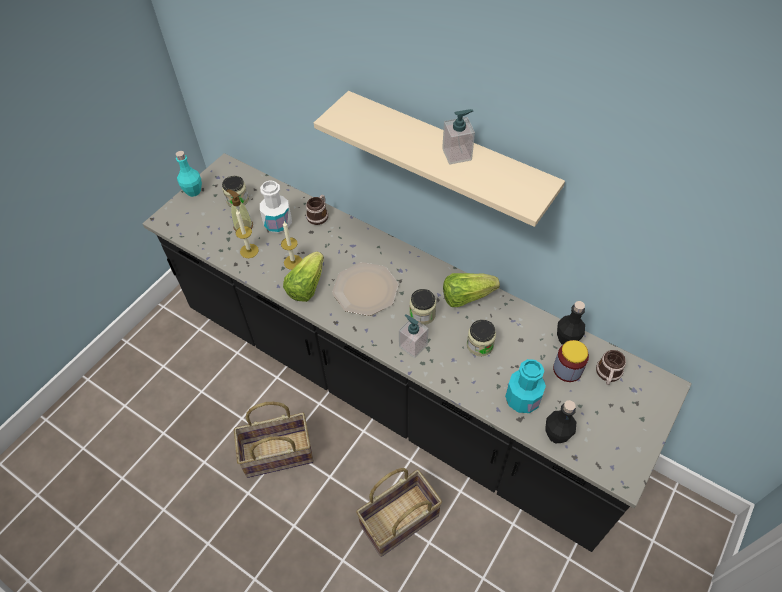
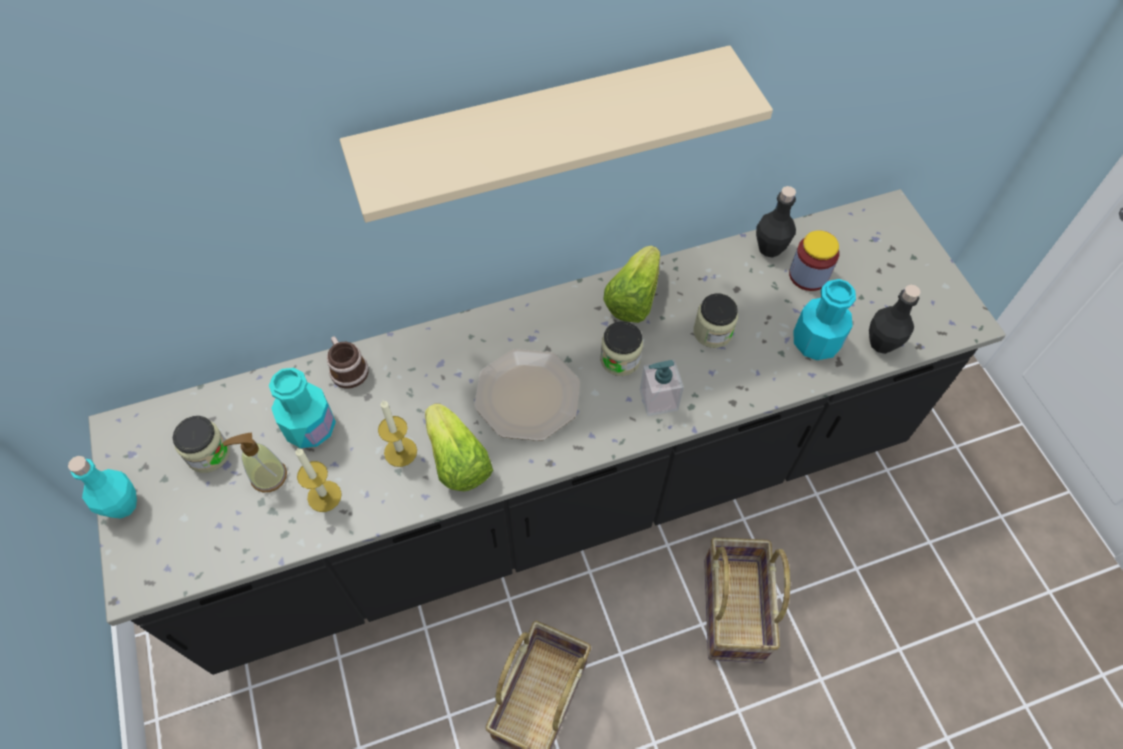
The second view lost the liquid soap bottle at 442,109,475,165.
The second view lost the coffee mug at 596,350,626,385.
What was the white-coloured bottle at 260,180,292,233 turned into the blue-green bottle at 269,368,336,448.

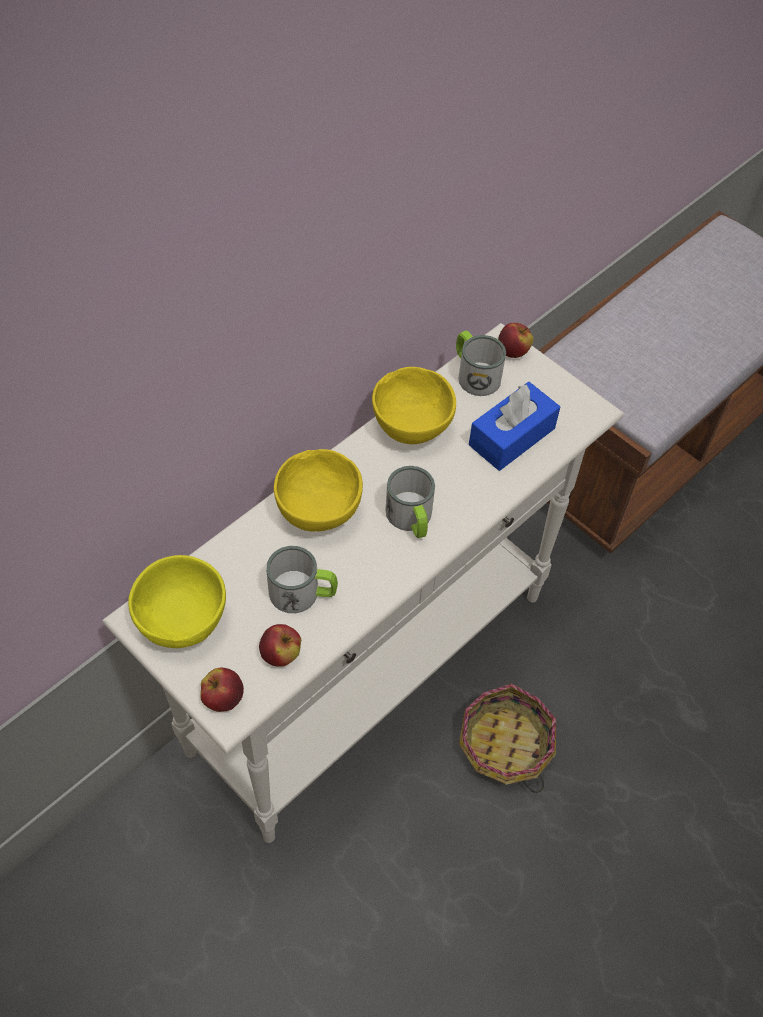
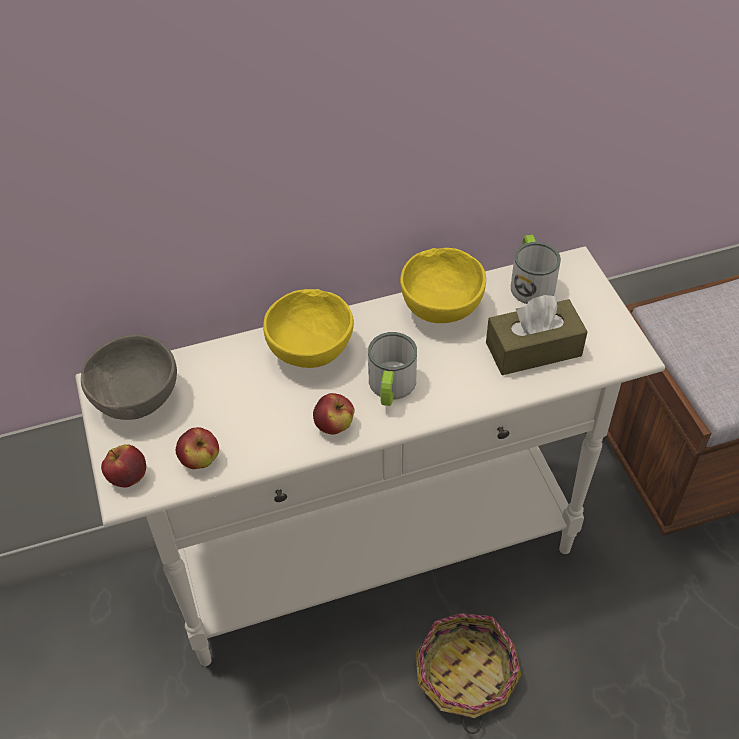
The second view lost the coffee mug at 266,546,338,613.
The apple fruit ended up elsewhere, having gone from 498,323,533,358 to 313,393,355,435.
What was the yellow serving bowl at 128,555,226,648 turned into the grey serving bowl at 81,334,177,420.
What was the bluish box of tissues at 469,382,560,471 turned into the brown box of tissues at 486,295,588,375.

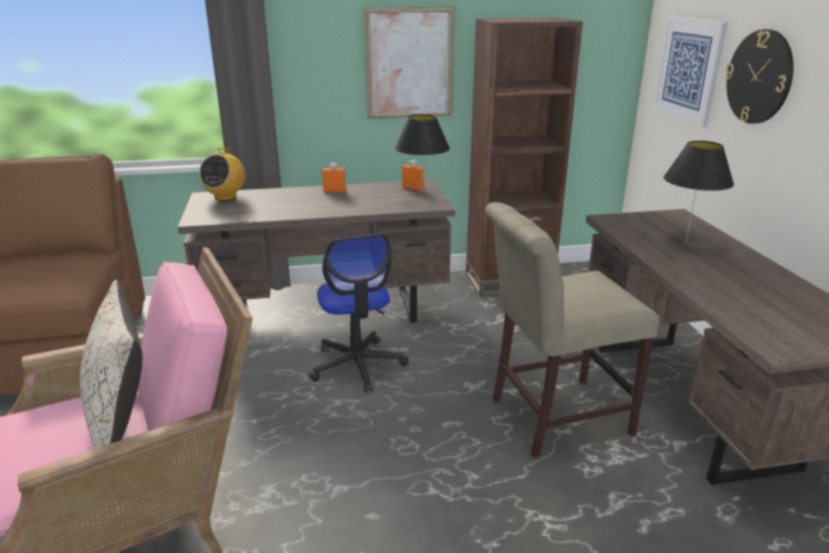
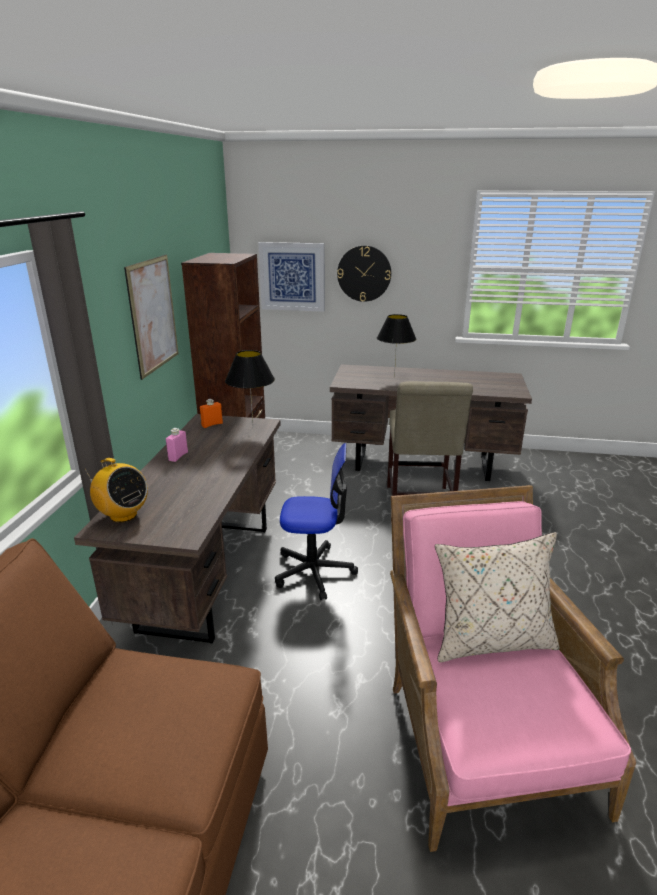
What was the orangey bottle at 322,163,346,193 turned into the pink bottle at 166,428,188,462.

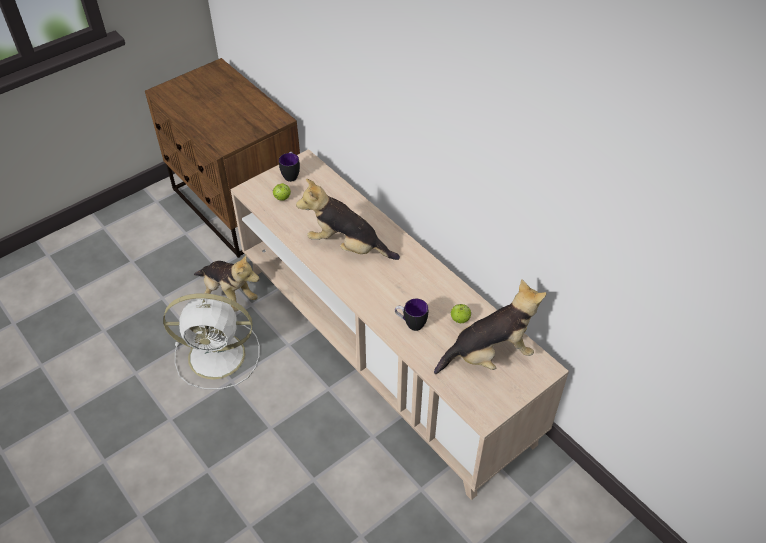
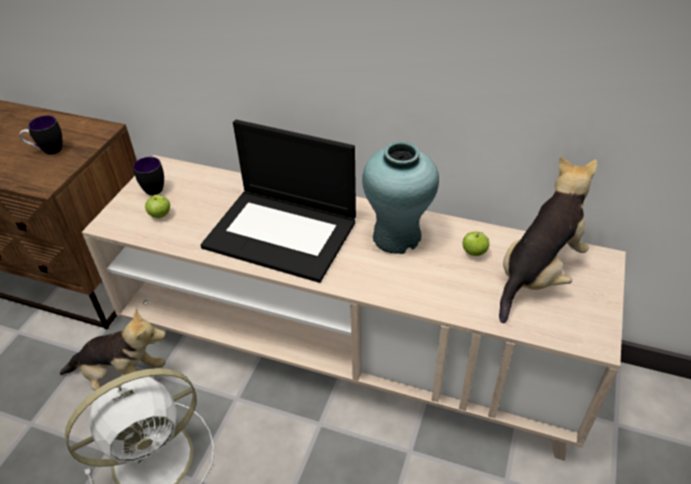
The second view gained the blue-green vase at 362,141,439,254.
The coffee mug ended up elsewhere, having gone from 395,299,428,331 to 19,116,63,155.
Where the soft toy stood at 296,179,400,260, the laptop came to stand at 201,120,356,283.

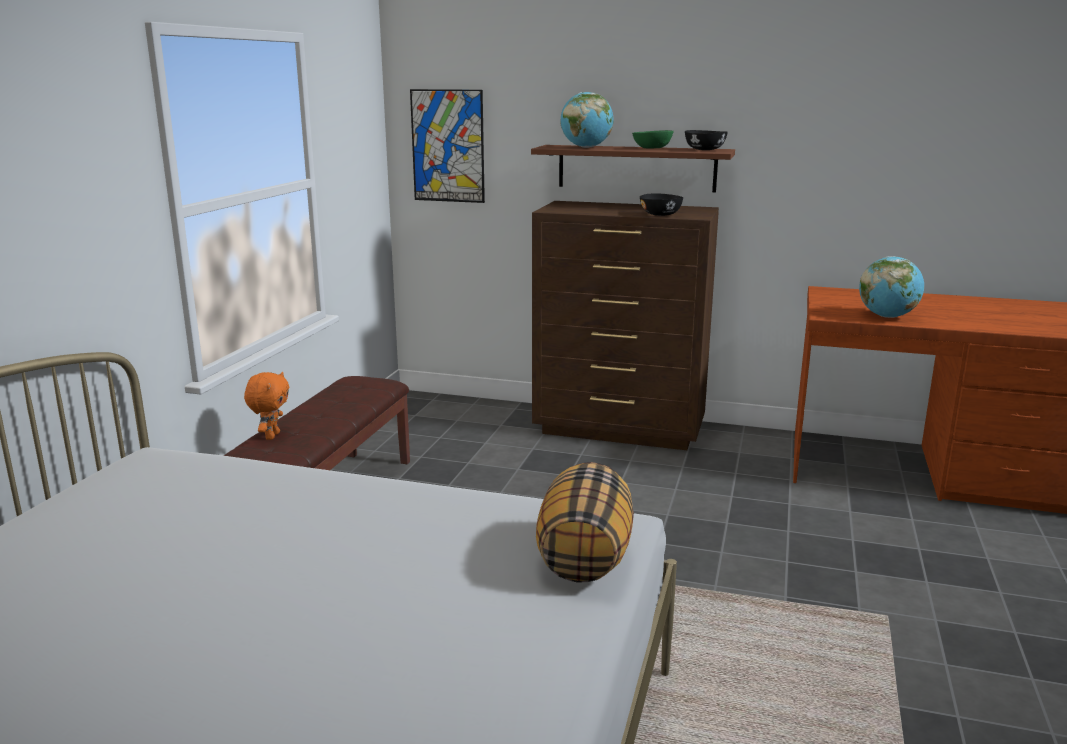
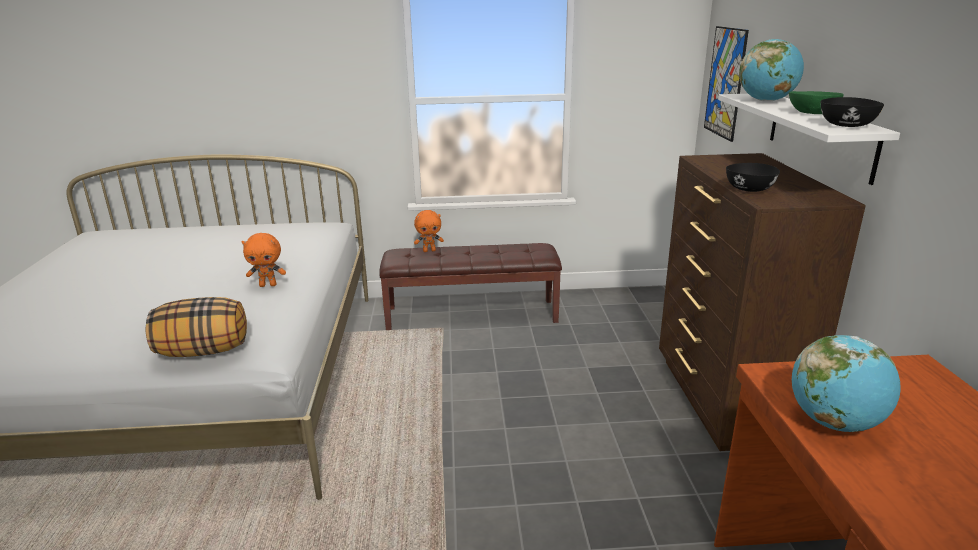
The second view gained the orangey soft toy at 242,233,286,287.
What was the brown bracket shelf at 531,145,735,192 turned into the white-coloured bracket shelf at 718,94,900,185.

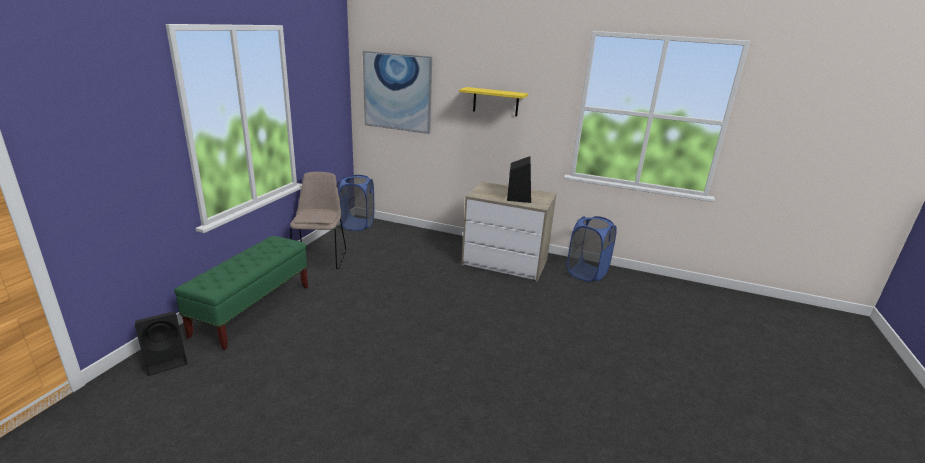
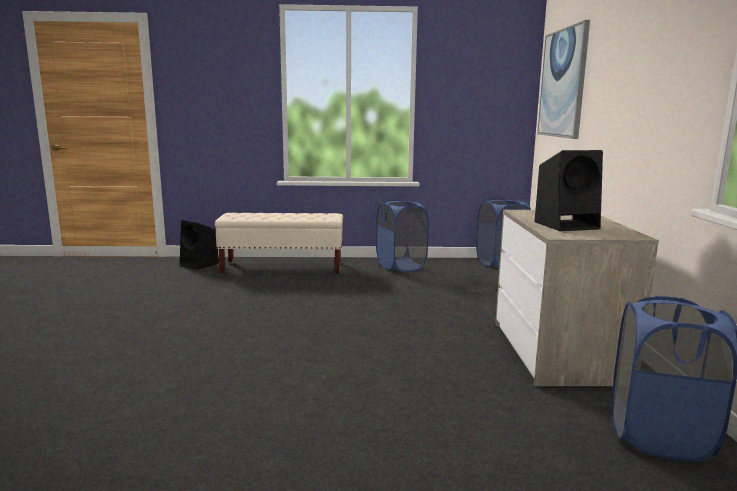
The second view lost the yellow bracket shelf at 459,87,528,116.
Where the beige-coloured upright chair stood at 290,172,346,269, the bluish laundry basket came to stand at 376,199,429,272.
What was the green-coloured long seat at 174,236,308,350 turned into the beige-coloured long seat at 215,213,343,274.

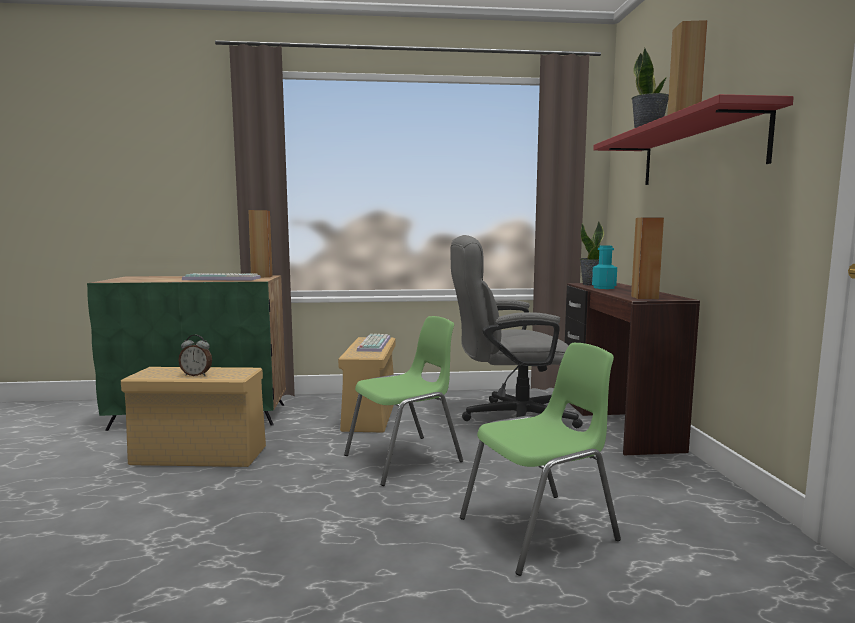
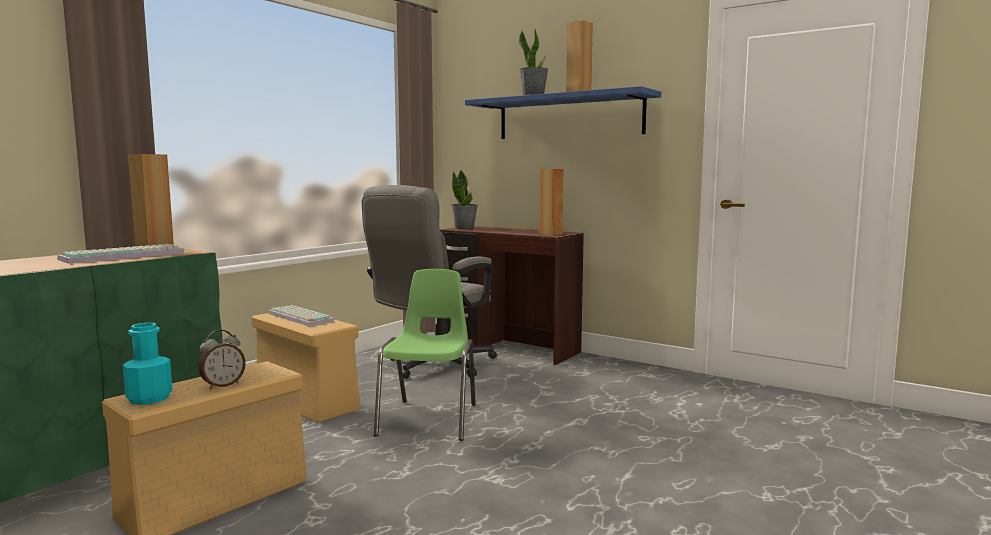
The second view lost the green-coloured upright chair at 460,343,621,576.
The blue-green bottle ended up elsewhere, having gone from 592,246,617,289 to 123,323,173,405.
What was the reddish bracket shelf at 593,94,794,185 turned into the bluish bracket shelf at 465,86,661,139.

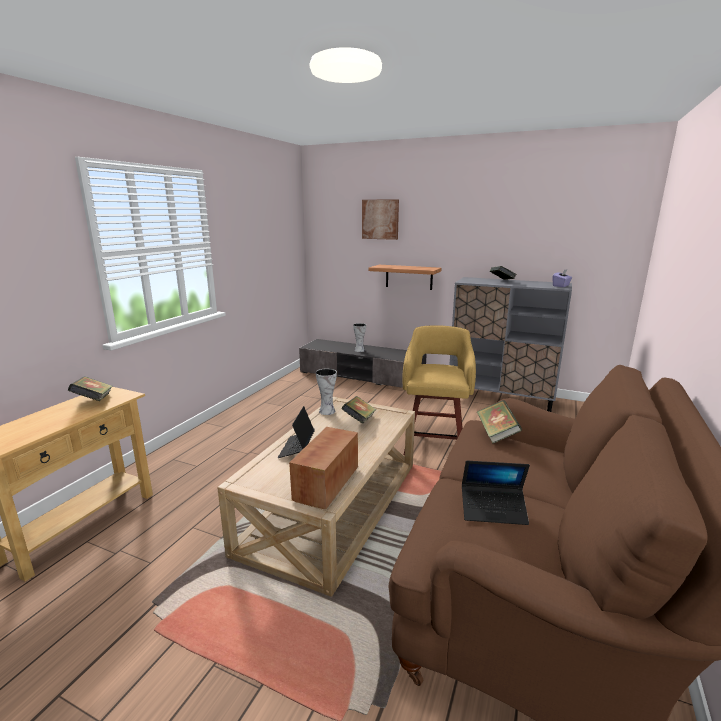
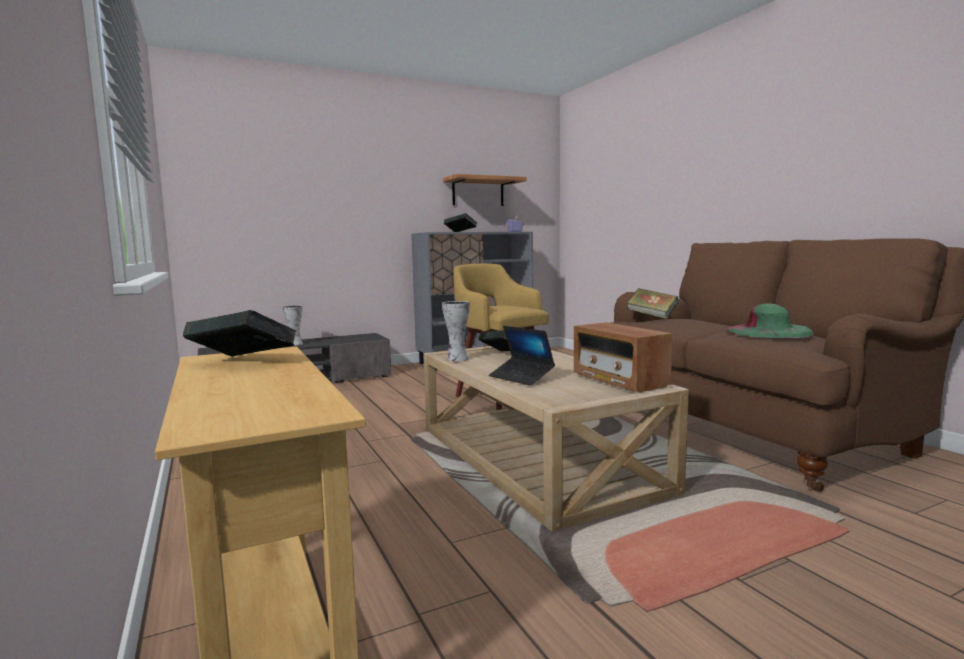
The second view lost the wall art at 362,199,399,240.
The bracket shelf ended up elsewhere, having gone from 369,265,442,290 to 443,174,527,206.
Where the laptop stood at 462,461,530,525, the green-coloured wearable hat came to stand at 726,303,814,338.

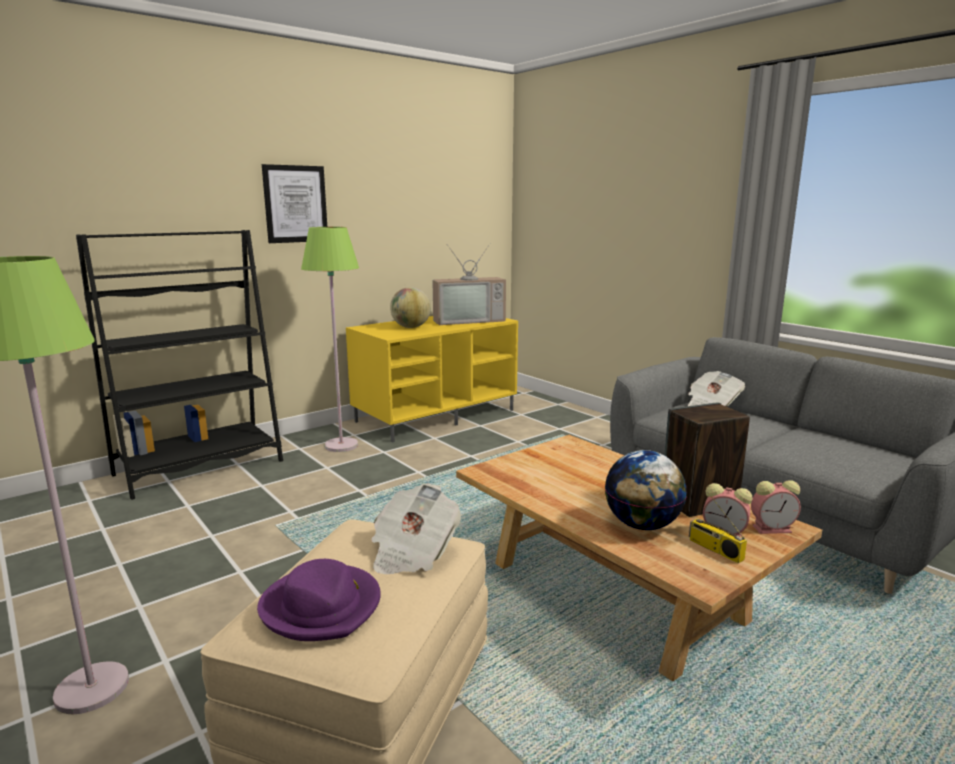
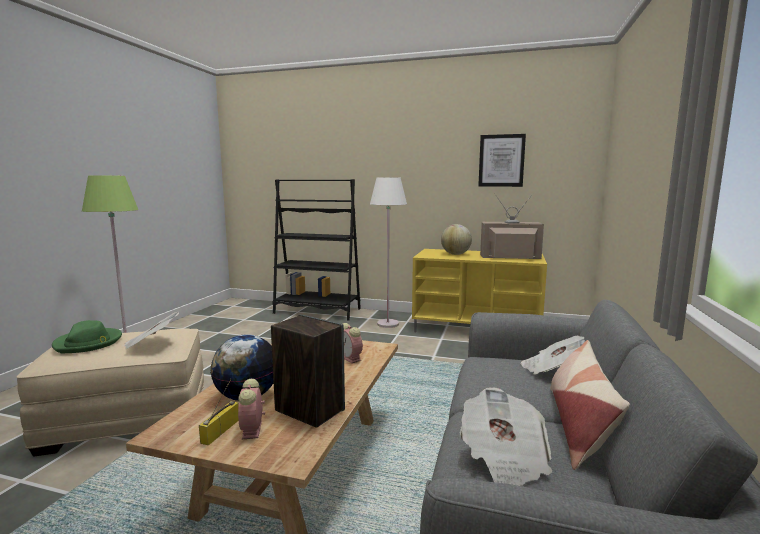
The second view gained the newspaper at 460,387,552,486.
The second view gained the pillow at 550,340,630,470.
The wall art ended up elsewhere, having gone from 262,164,327,243 to 478,134,526,187.
The table clock ended up elsewhere, having gone from 751,480,801,534 to 343,323,363,363.
What was the purplish wearable hat at 257,559,381,641 turned into the green-coloured wearable hat at 52,320,122,353.
What was the green-coloured floor lamp at 301,227,359,452 turned into the white-coloured floor lamp at 370,177,407,328.
The TV set at 432,243,506,325 ended up facing another way, 150 degrees clockwise from before.

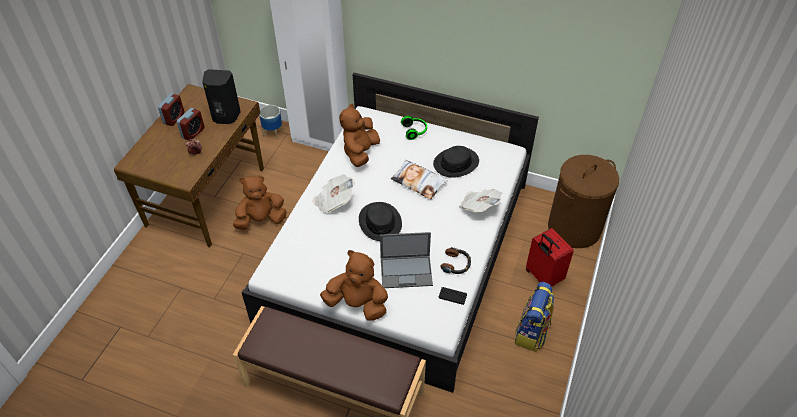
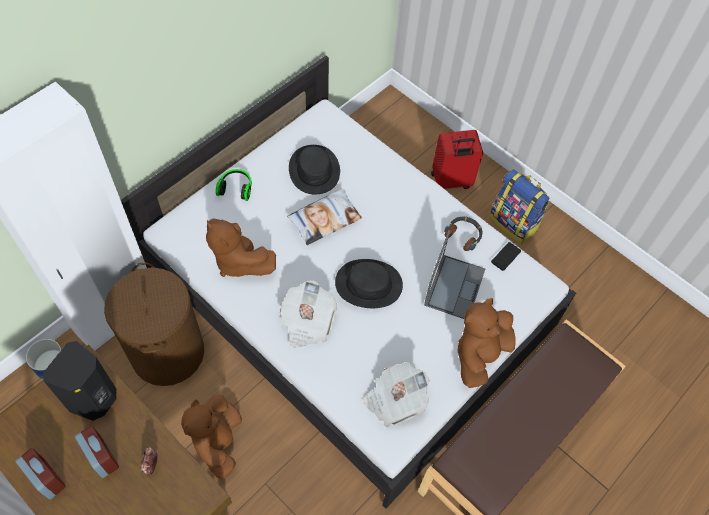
The newspaper ended up elsewhere, having gone from 459,189,502,212 to 363,362,430,427.
The brown laundry basket ended up elsewhere, having gone from 548,155,619,248 to 104,262,204,386.

